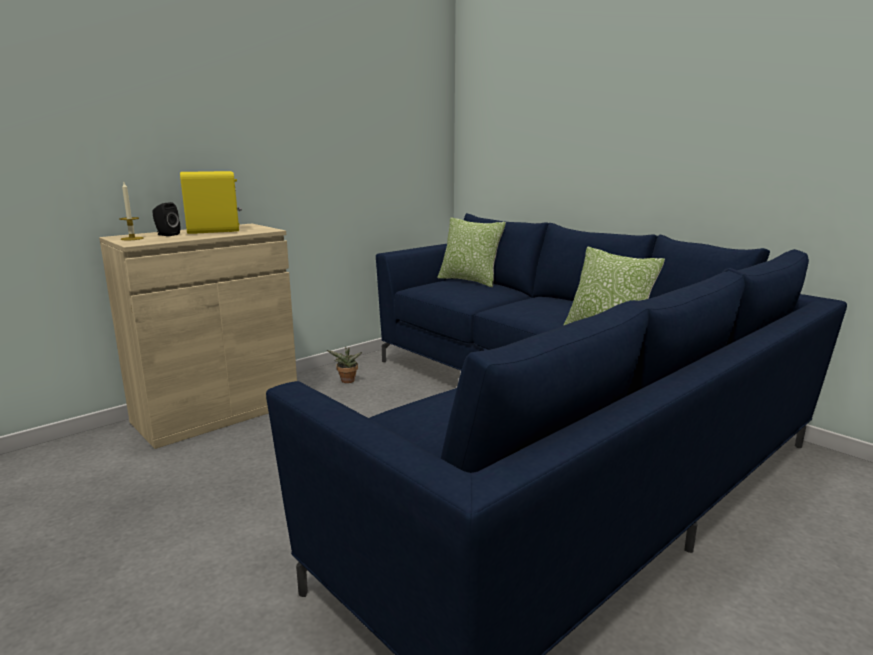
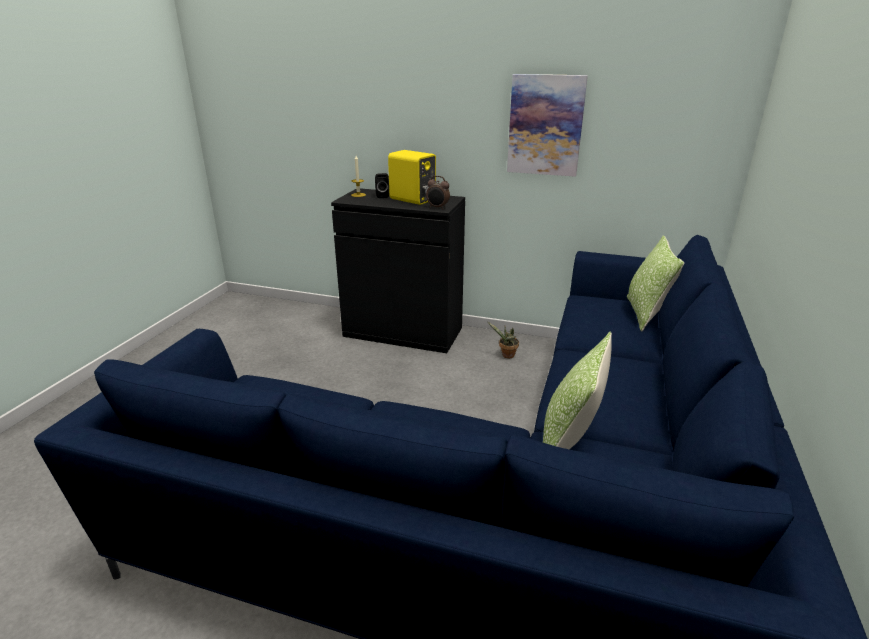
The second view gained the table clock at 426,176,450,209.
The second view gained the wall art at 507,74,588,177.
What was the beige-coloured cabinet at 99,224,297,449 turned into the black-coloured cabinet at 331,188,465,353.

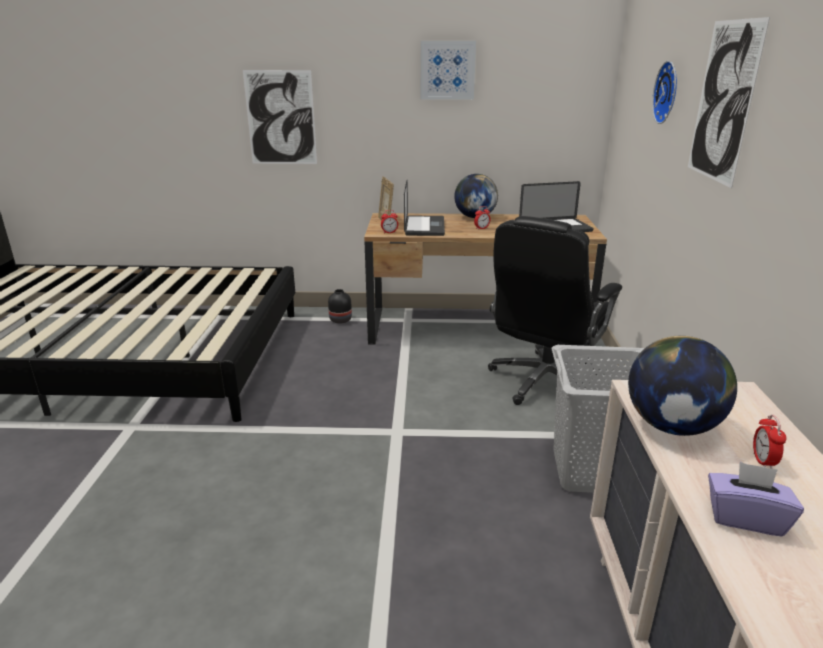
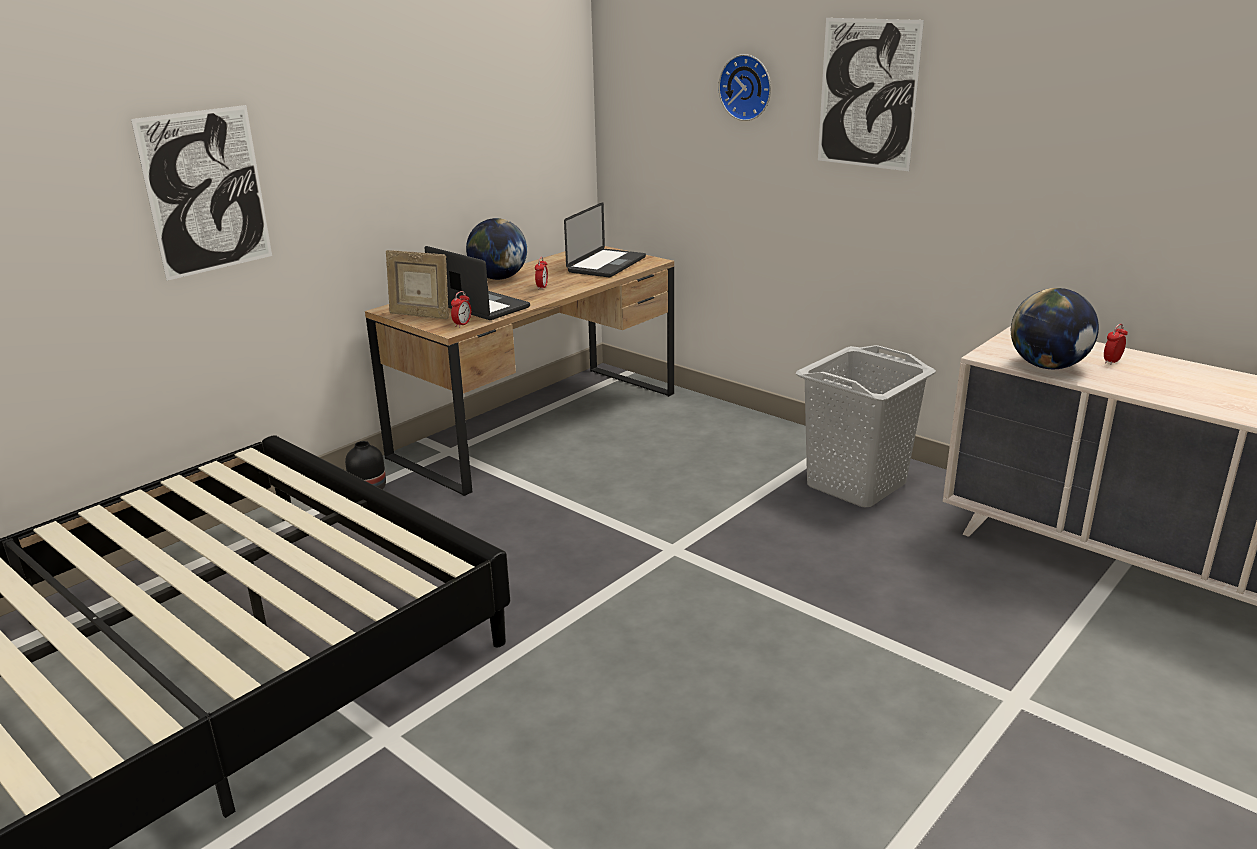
The second view lost the wall art at 421,41,476,100.
The second view lost the black-coloured desk chair at 488,216,622,405.
The second view lost the purplish box of tissues at 708,462,804,536.
The table clock at 753,415,786,469 ended up facing another way, 90 degrees clockwise from before.

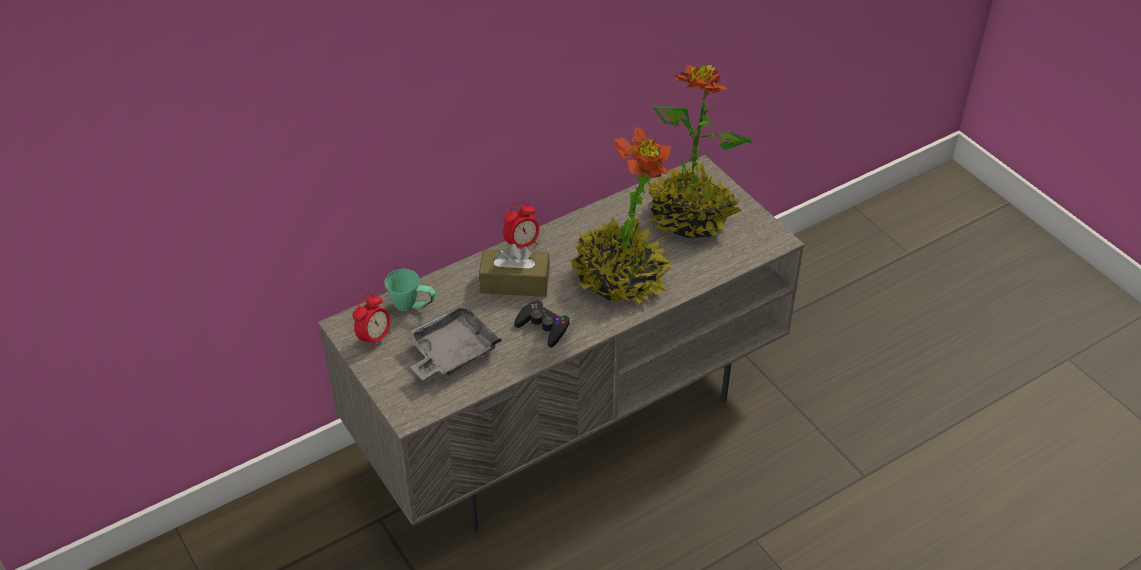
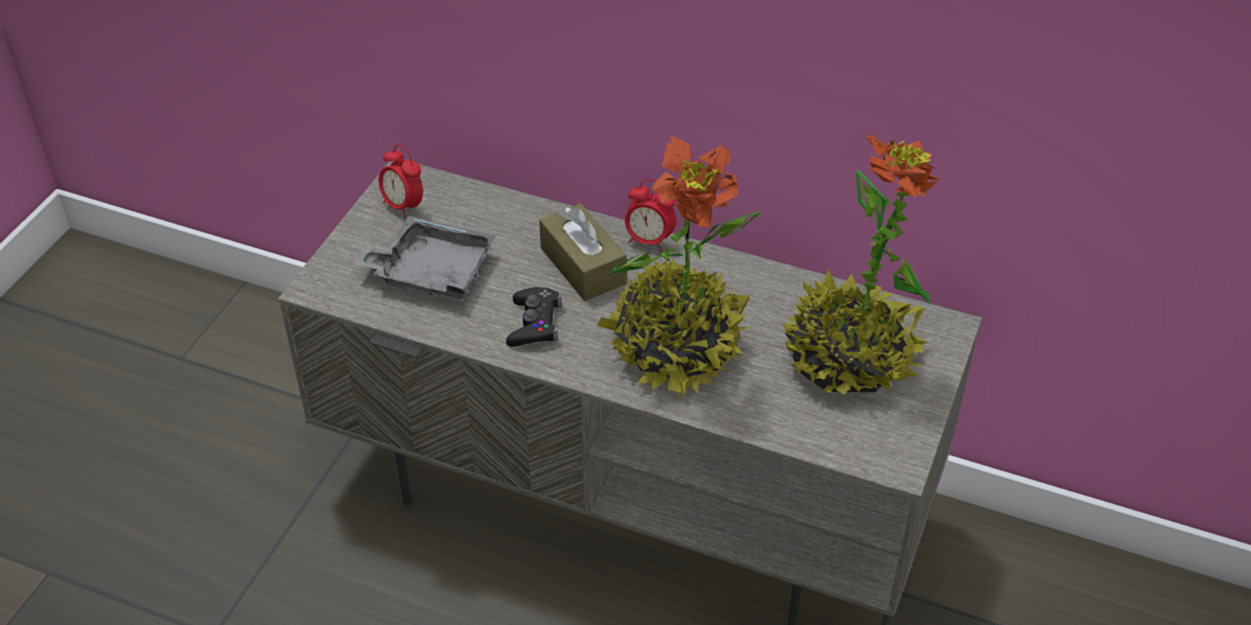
The second view lost the green-coloured coffee mug at 384,269,435,312.
The table clock at 353,293,390,350 ended up facing another way, 45 degrees clockwise from before.

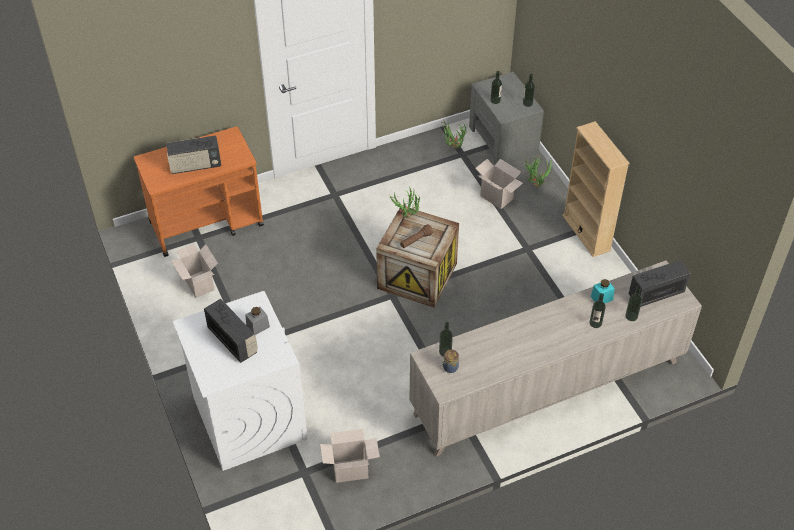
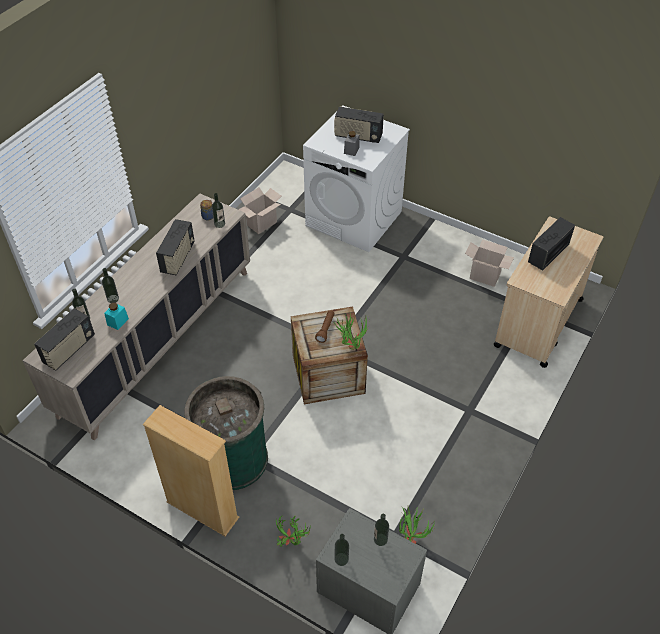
The second view lost the packing box at 476,159,523,209.
The second view gained the radio set at 156,219,195,275.
The second view gained the green-coloured rubbish bin at 184,376,268,490.
What was the orangey wheeled cart at 134,126,264,257 turned into the beige-coloured wheeled cart at 493,217,603,368.

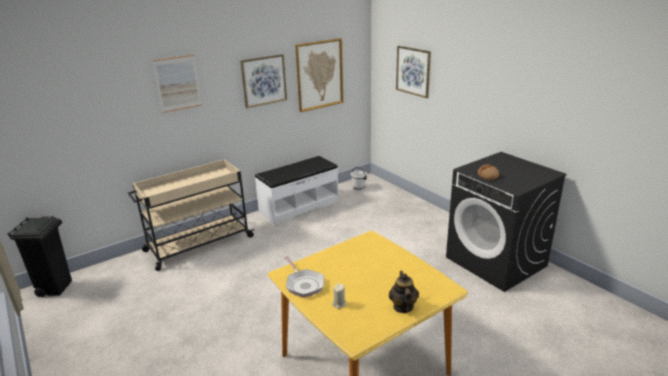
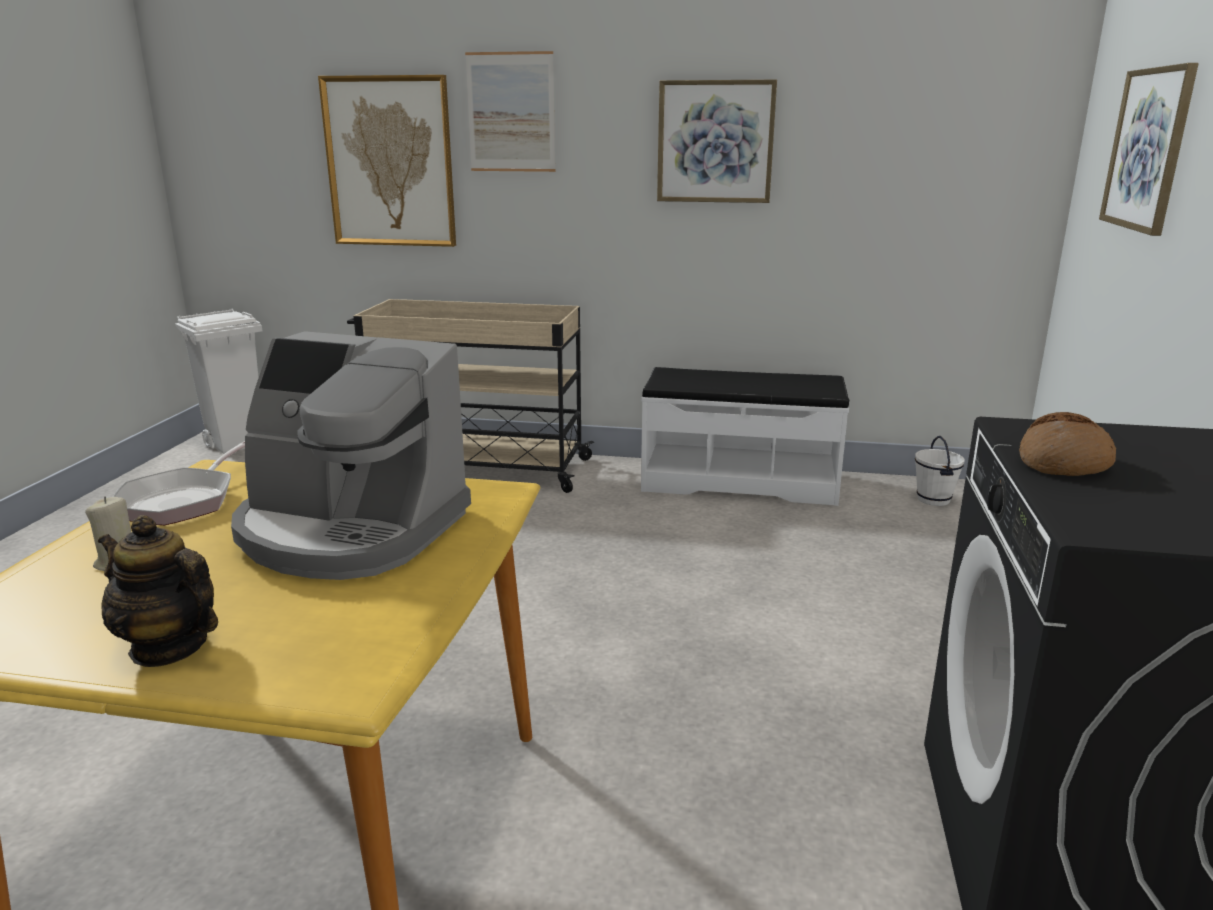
The second view gained the coffee maker at 231,331,471,580.
The wall art ended up elsewhere, having gone from 295,38,343,112 to 318,75,456,247.
What was the black-coloured rubbish bin at 7,216,72,297 turned into the white-coloured rubbish bin at 175,308,262,454.
The tea pot at 389,271,419,313 ended up facing another way, 105 degrees counterclockwise from before.

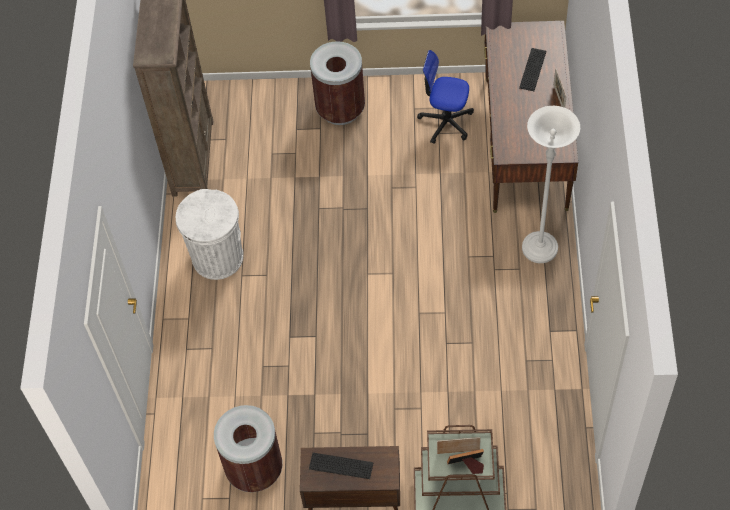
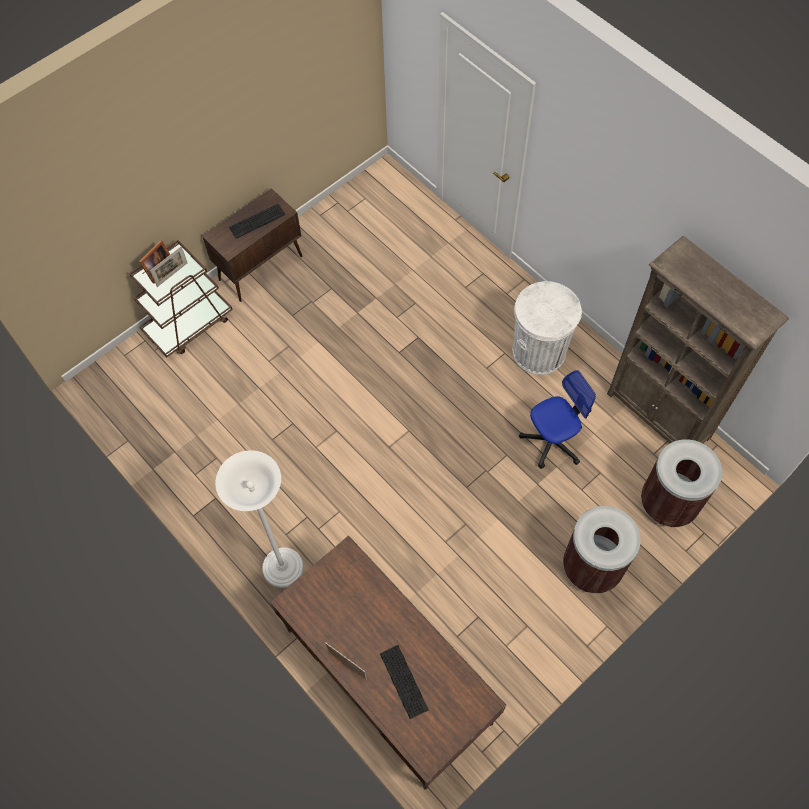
The brown rubbish bin ended up elsewhere, having gone from 214,405,283,492 to 641,439,722,527.
The desk chair ended up elsewhere, having gone from 417,50,474,144 to 519,370,596,469.

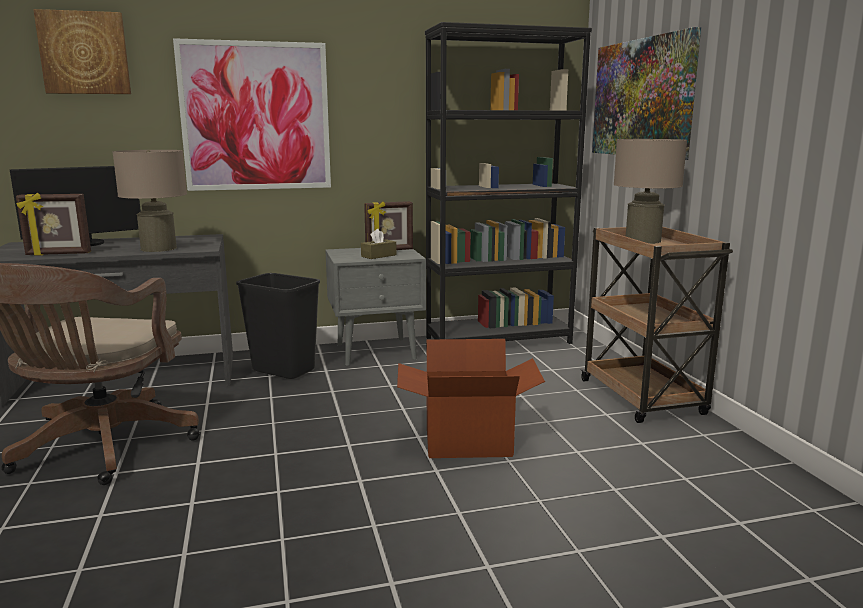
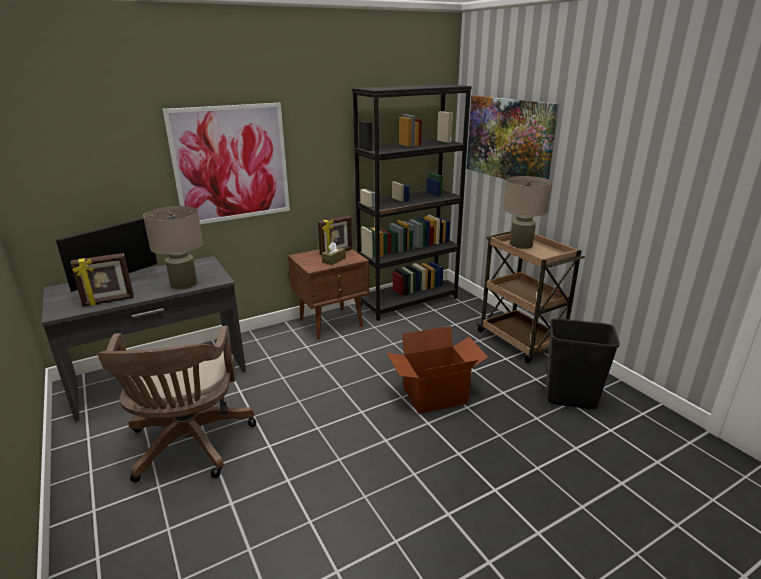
The second view lost the wall art at 33,9,131,94.
The black-coloured rubbish bin ended up elsewhere, having gone from 236,273,320,379 to 546,318,620,410.
What was the grey night table at 325,248,426,365 turned into the brown night table at 288,249,370,340.

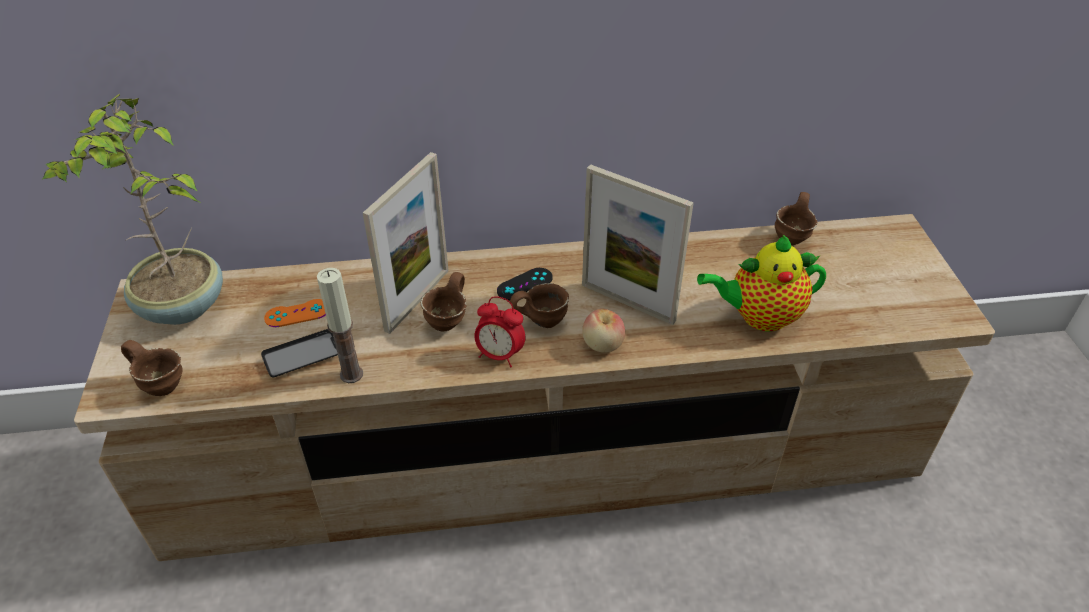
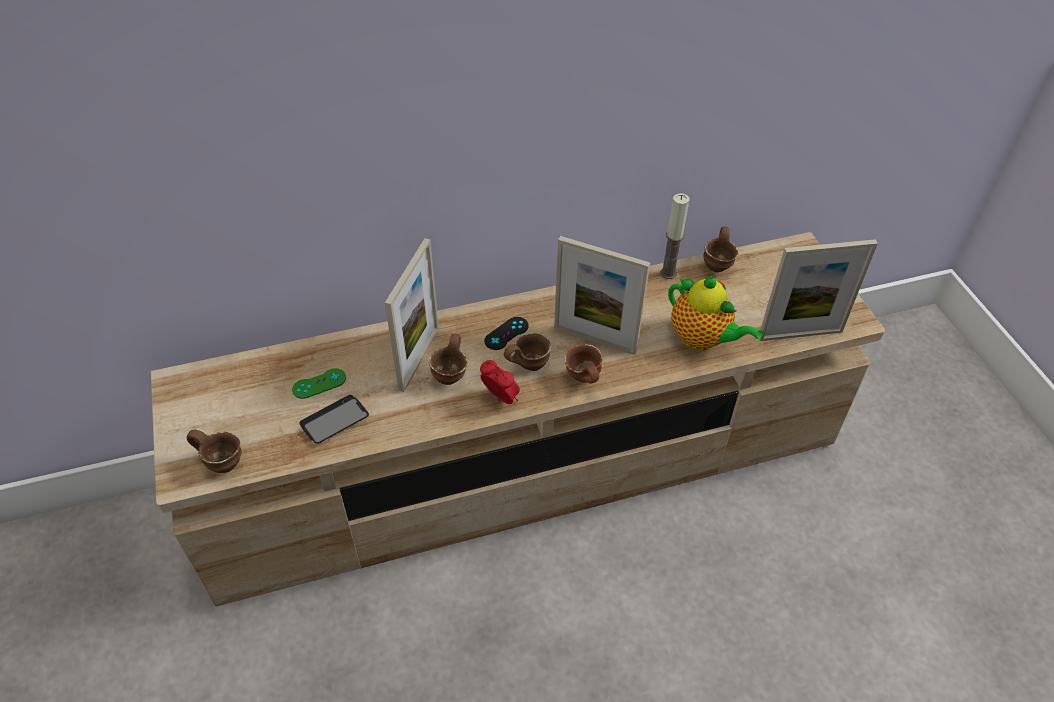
The second view lost the potted plant at 43,94,223,325.
The second view gained the standing frame at 760,239,878,341.
The candle ended up elsewhere, having gone from 317,268,363,383 to 660,193,690,279.
Where the apple fruit stood at 582,308,625,353, the brown coffee mug came to stand at 565,344,603,383.
What was the orangey joypad at 264,299,326,327 turned into the green-coloured joypad at 292,368,346,399.
The table clock at 474,296,525,367 ended up facing another way, 150 degrees counterclockwise from before.
The tea pot at 697,234,826,331 ended up facing another way, 120 degrees counterclockwise from before.

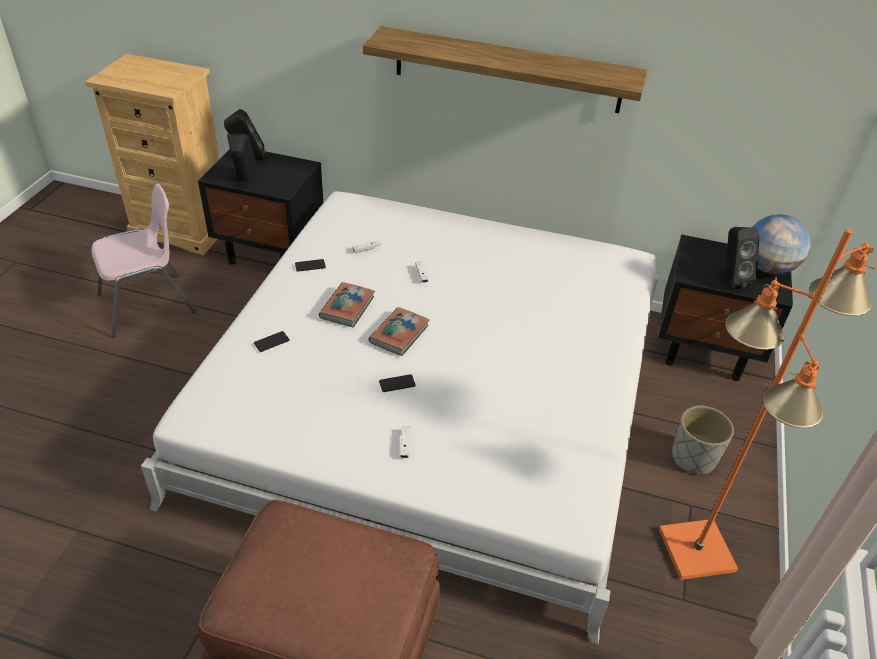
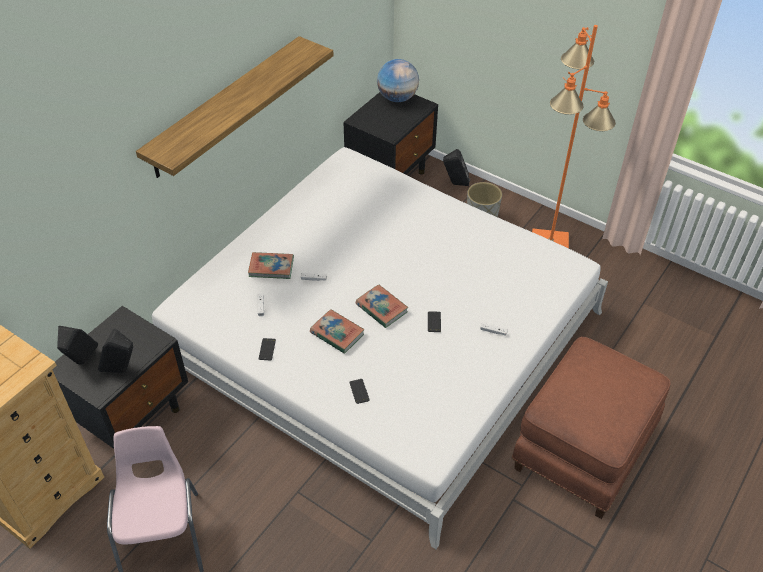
The second view gained the book at 248,252,294,279.
The black-coloured speaker ended up elsewhere, having gone from 725,227,760,289 to 443,149,470,186.

